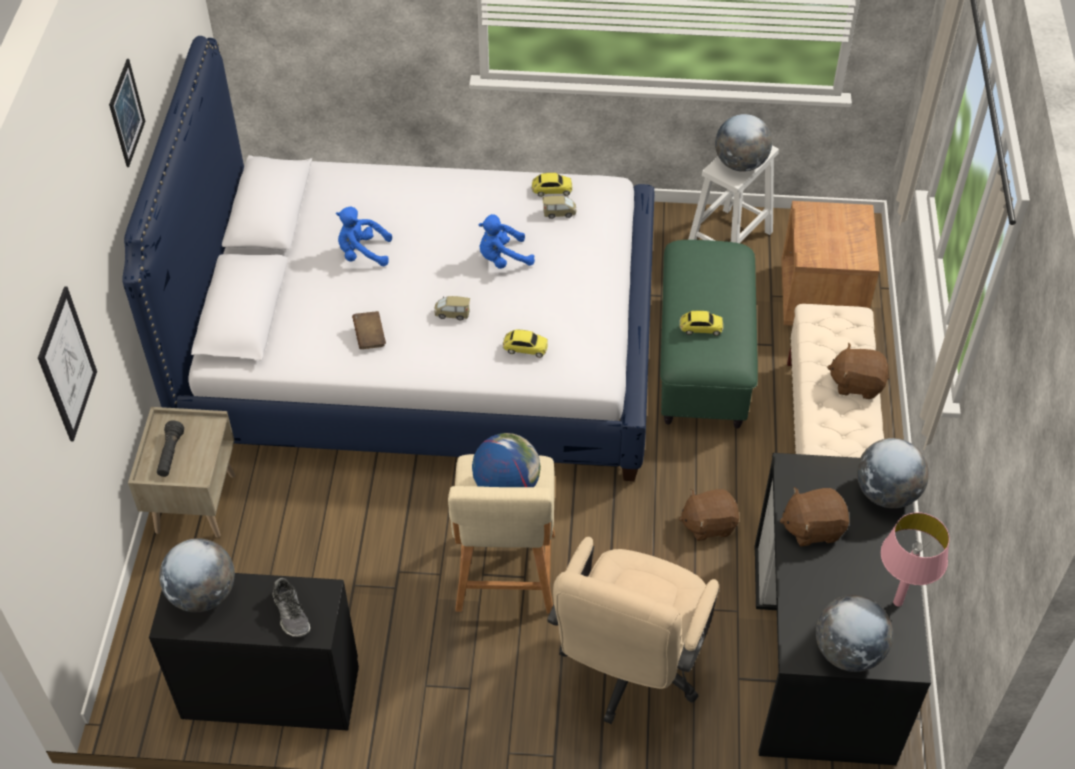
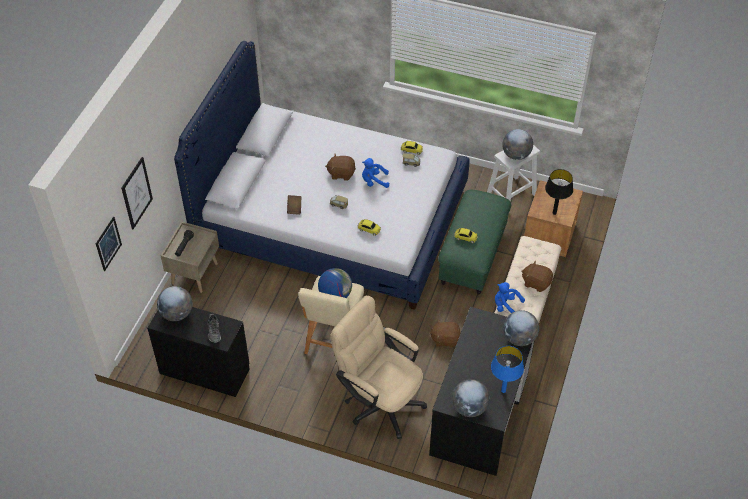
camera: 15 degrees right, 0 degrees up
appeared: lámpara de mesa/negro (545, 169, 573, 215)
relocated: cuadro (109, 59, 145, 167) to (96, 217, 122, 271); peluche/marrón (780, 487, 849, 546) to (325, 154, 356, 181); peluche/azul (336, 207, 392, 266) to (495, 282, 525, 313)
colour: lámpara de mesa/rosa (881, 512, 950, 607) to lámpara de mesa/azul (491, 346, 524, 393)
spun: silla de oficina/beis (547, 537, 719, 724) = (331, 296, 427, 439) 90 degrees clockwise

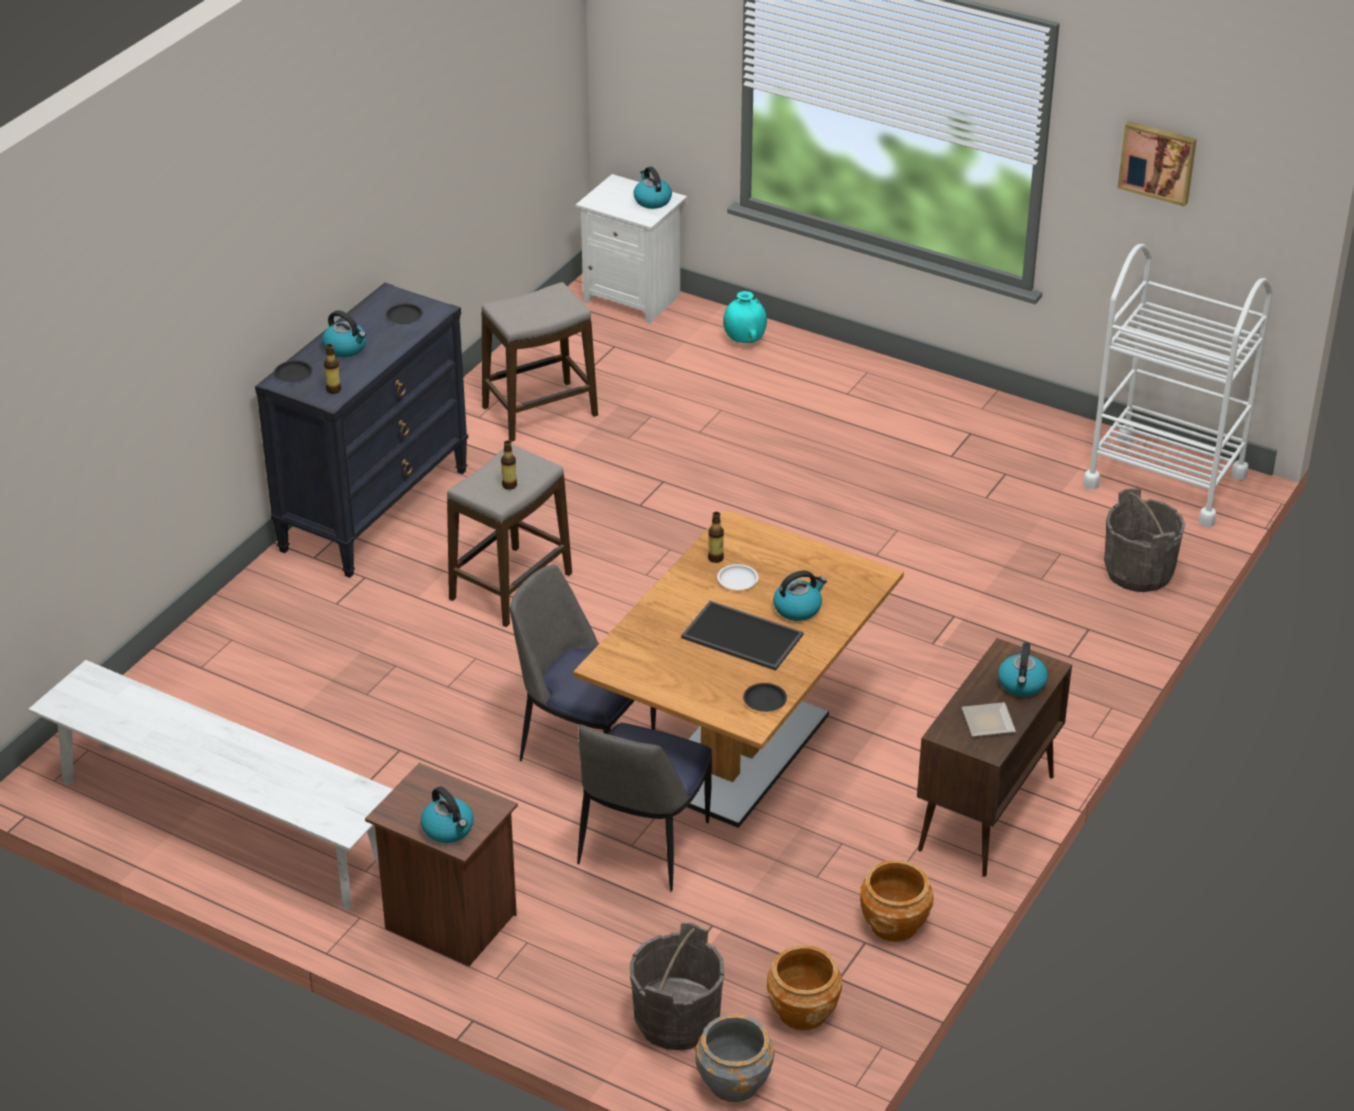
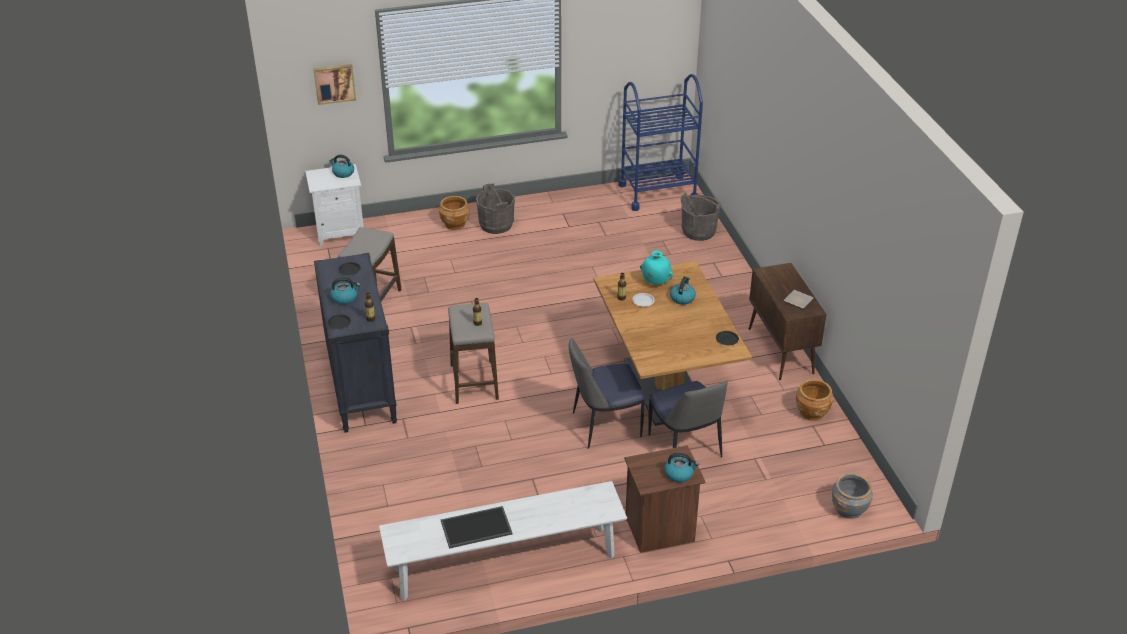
camera: 45 degrees left, 0 degrees up
missing: hervidor (998, 642, 1048, 696)
relocated: cuadro (1118, 121, 1197, 207) to (313, 64, 356, 105); maceta/marrón (767, 945, 842, 1031) to (439, 196, 470, 230); bandeja (681, 601, 803, 671) to (441, 506, 513, 549); cubo/gris (630, 922, 724, 1050) to (476, 183, 515, 234); florero/turquesa (723, 291, 767, 343) to (640, 250, 673, 285)
colour: carrito/blanco (1083, 244, 1273, 527) to carrito/azul (618, 74, 703, 211)

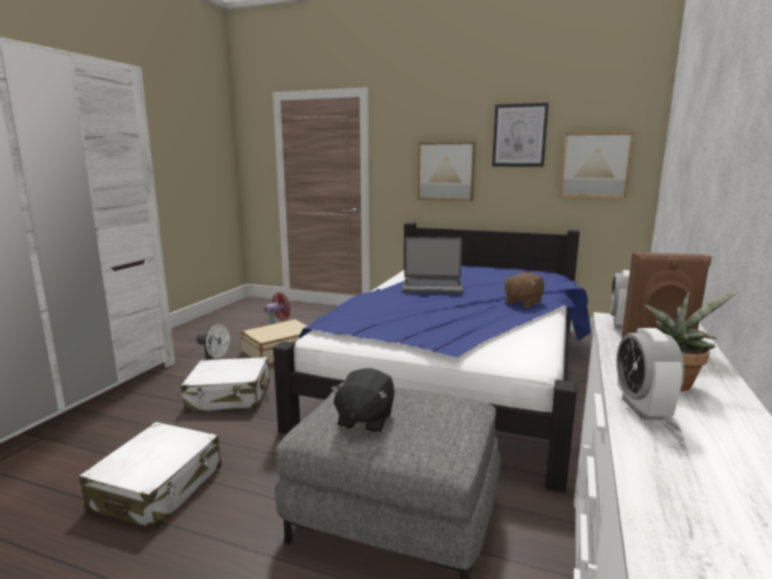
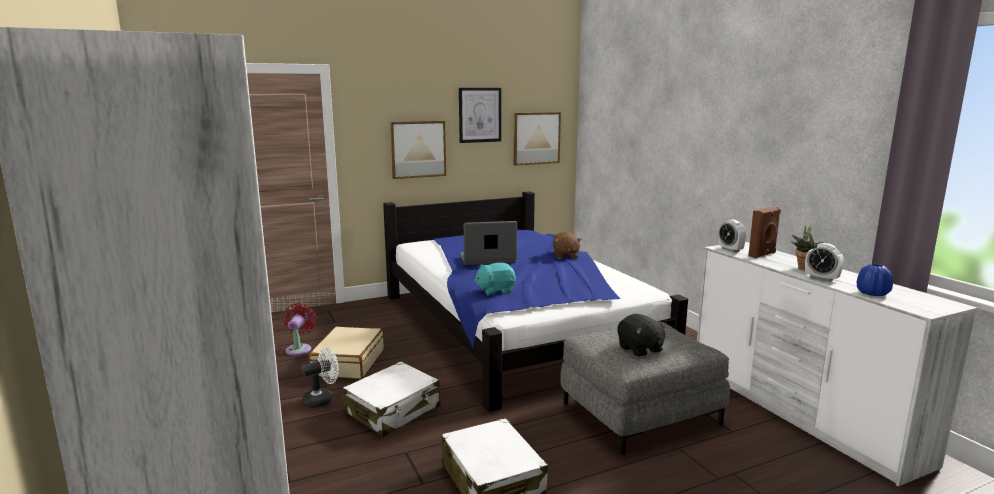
camera: 45 degrees left, 0 degrees up
appeared: peluche/turquesa (474, 263, 516, 296); florero/azul (857, 264, 893, 296)
spun: portátil (402, 237, 463, 294) = (460, 221, 517, 265) 150 degrees counterclockwise

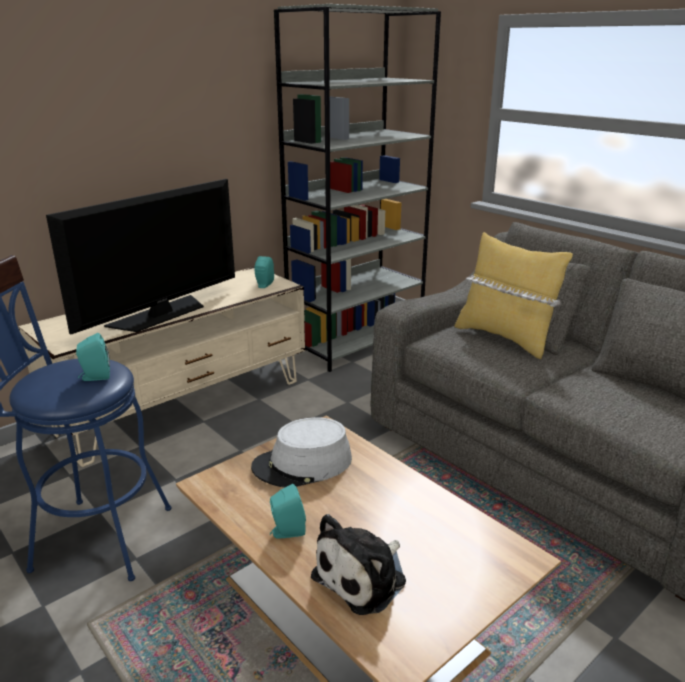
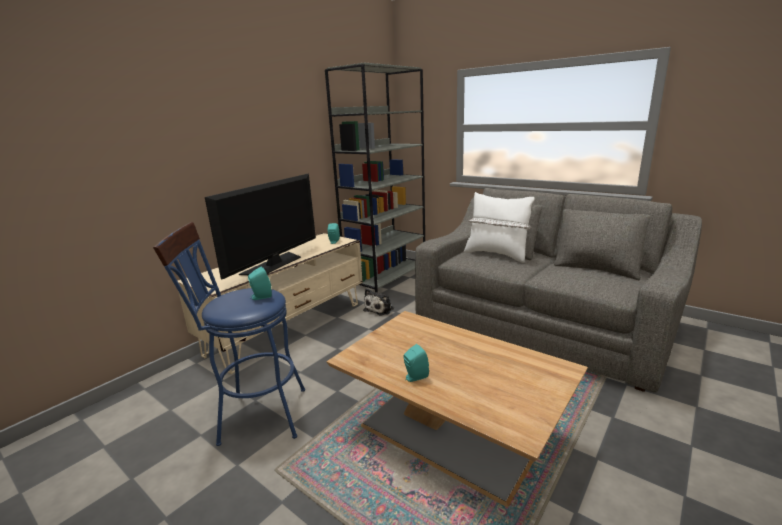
camera: 10 degrees left, 5 degrees down
missing: sombrero/gris (251, 417, 352, 487)
relocated: peluche (311, 514, 406, 615) to (363, 289, 394, 316)
colour: cojín/amarillo (454, 232, 573, 359) to cojín/blanco (464, 192, 535, 263)

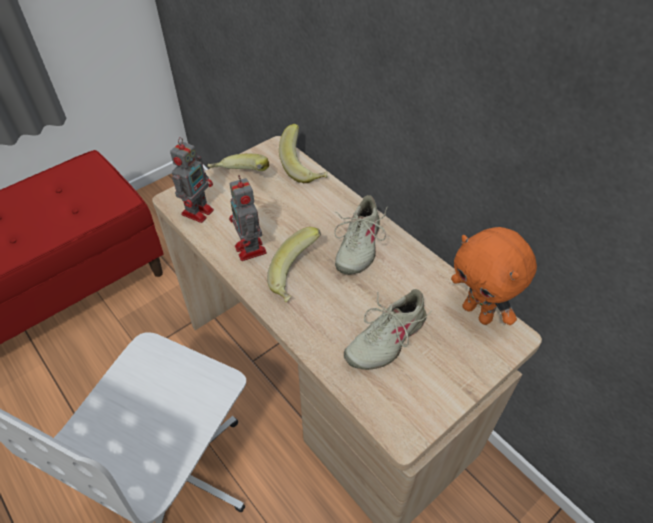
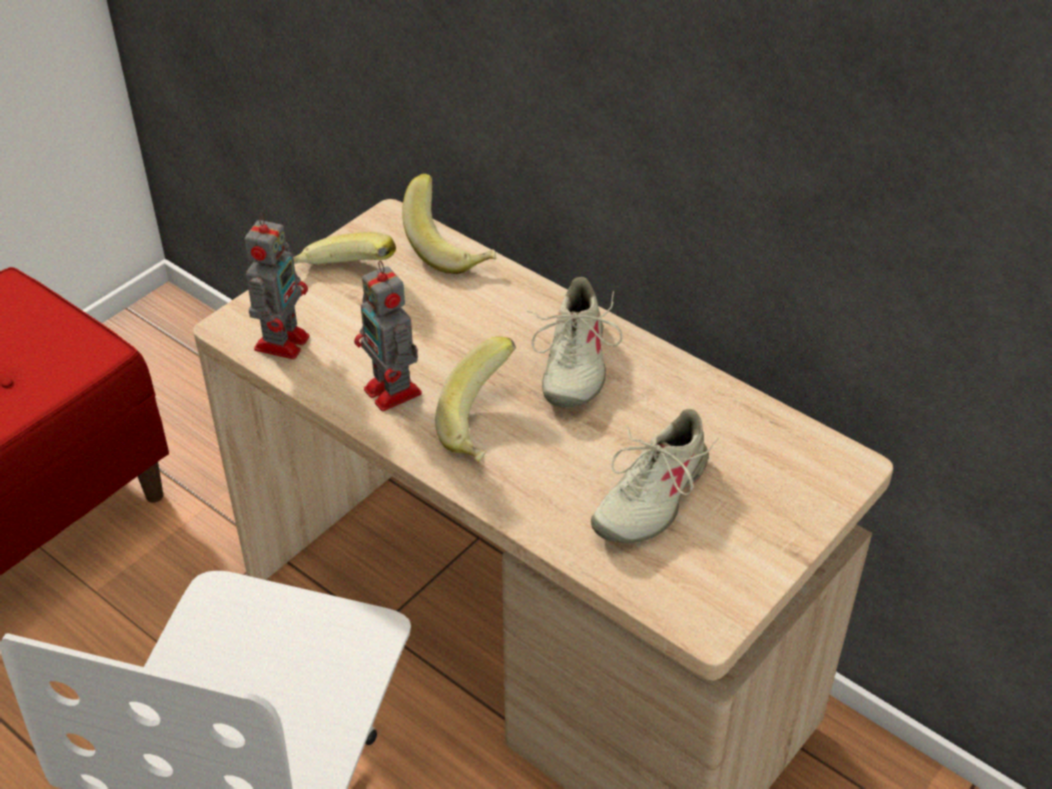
camera: 10 degrees left, 5 degrees down
missing: peluche/naranja (451, 227, 537, 325)

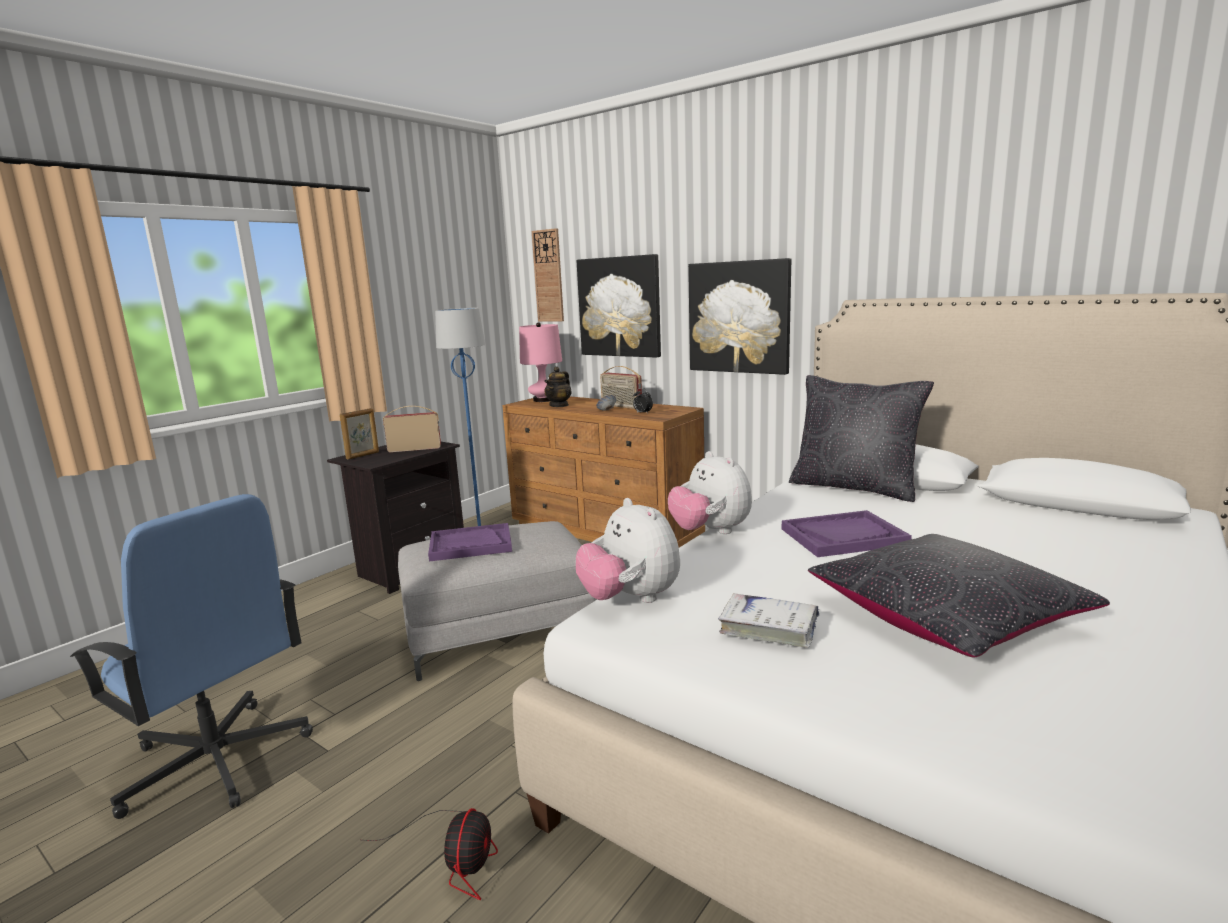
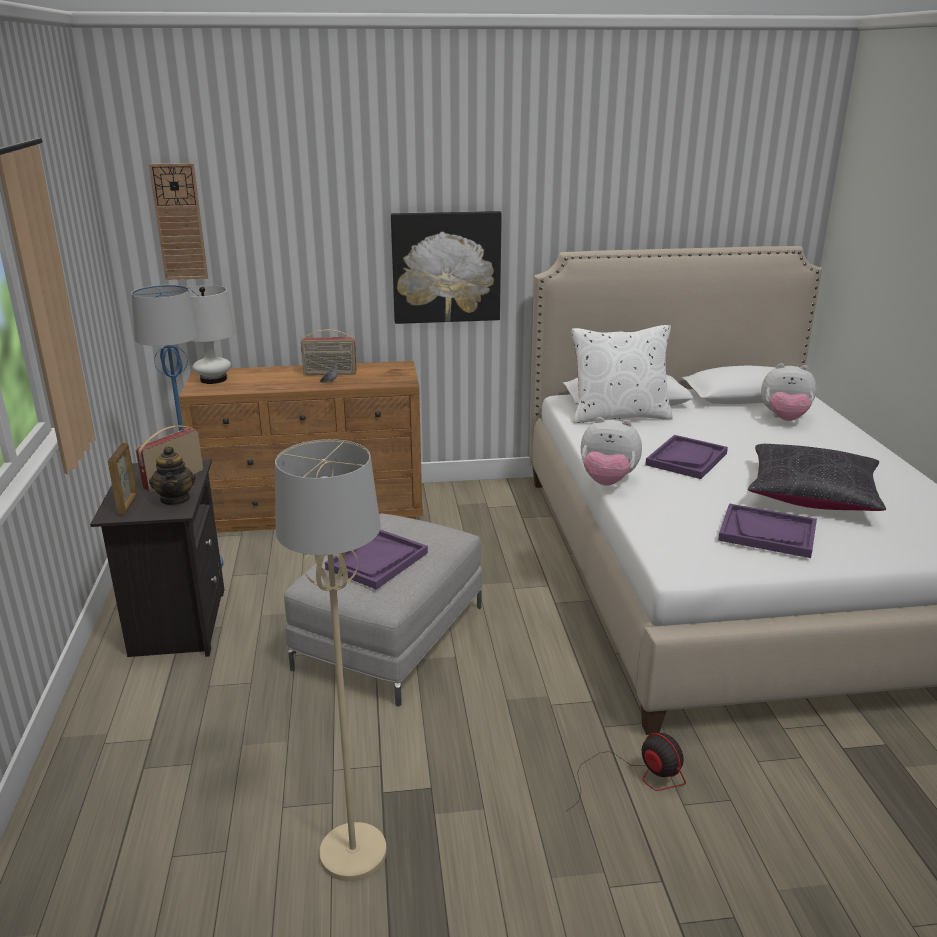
camera: 45 degrees left, 10 degrees up
missing: cuadro (577, 254, 661, 358); despertador (633, 388, 653, 414)
relocated: tetera (544, 367, 571, 407) to (149, 446, 196, 506); peluche (576, 498, 680, 603) to (761, 363, 816, 421)
exchanged: silla de oficina/azul (70, 494, 313, 819) to lámpara de pie/beis (275, 439, 387, 881); libro/blanco (718, 593, 819, 648) to bandeja/morado (718, 503, 817, 558)
colour: lámpara de mesa/rosa (519, 322, 562, 402) to lámpara de mesa/blanco (188, 285, 235, 384); cojín/negro (789, 375, 934, 502) to cojín/blanco (571, 325, 673, 423)

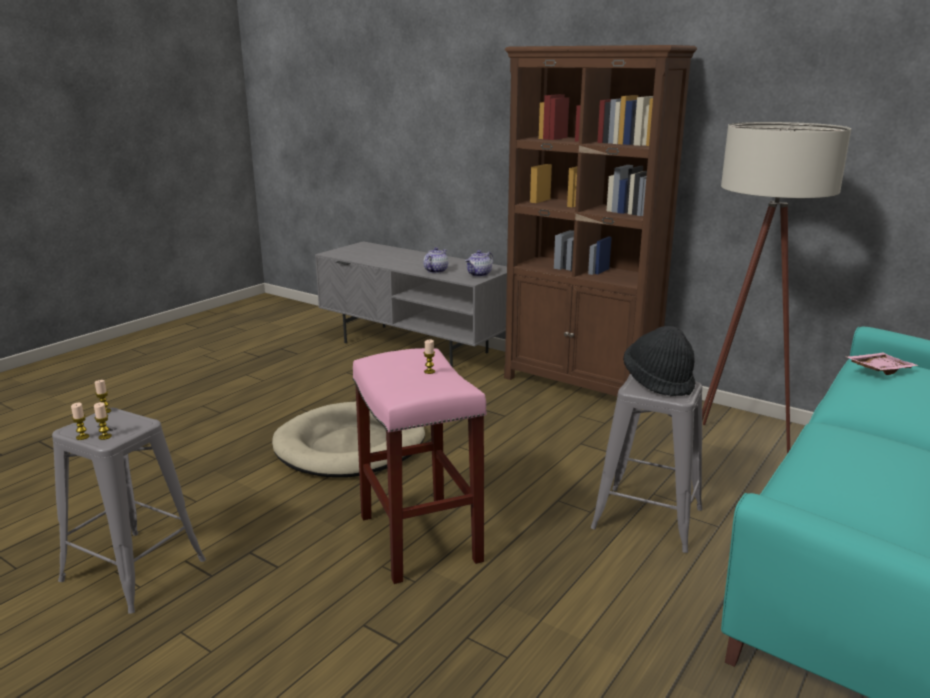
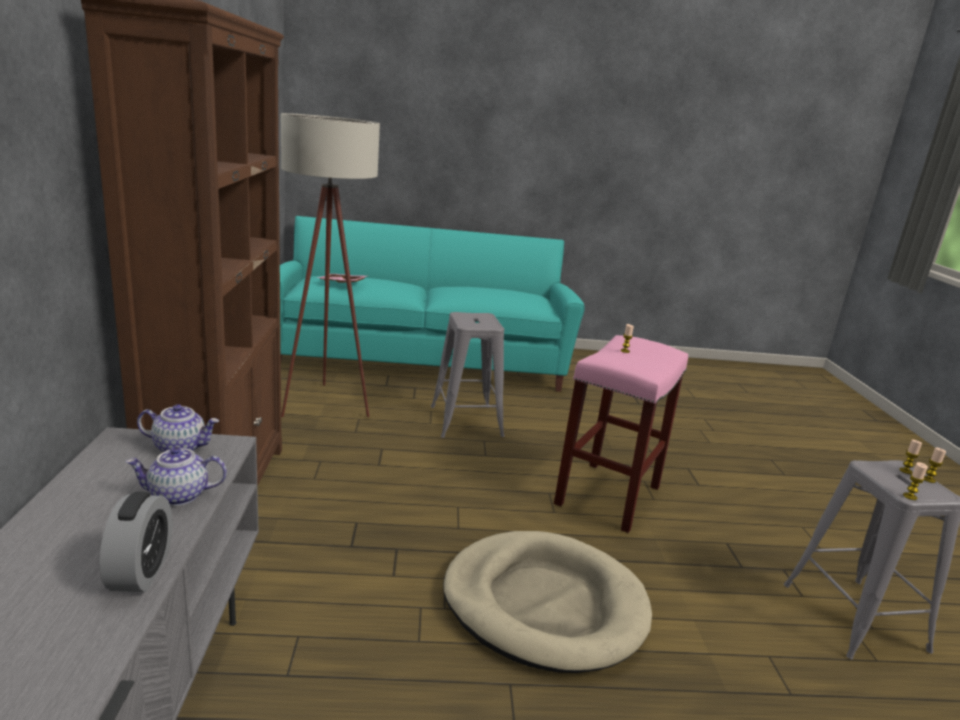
camera: 130 degrees left, 0 degrees up
missing: sombrero/negro (623, 326, 696, 397)
appeared: despertador (99, 491, 172, 592)

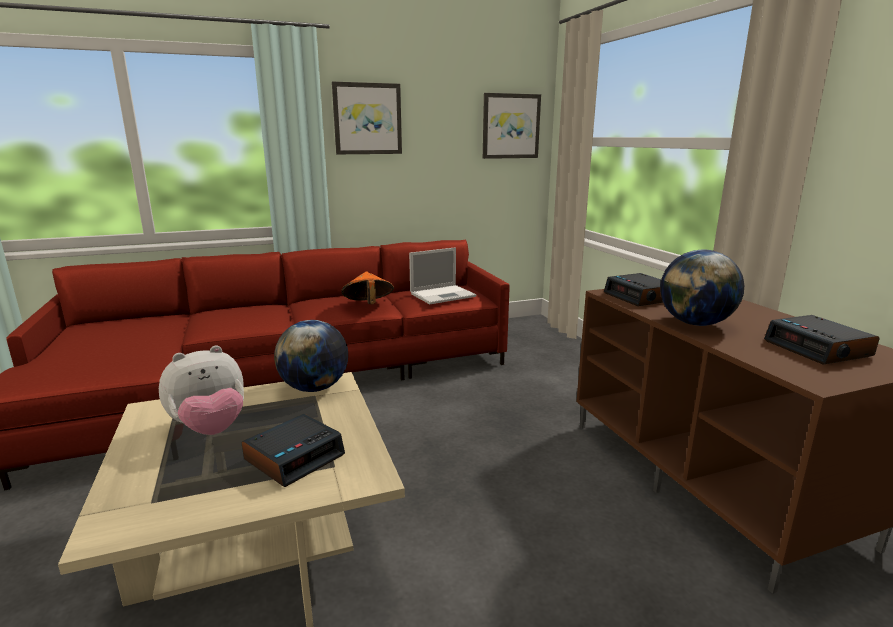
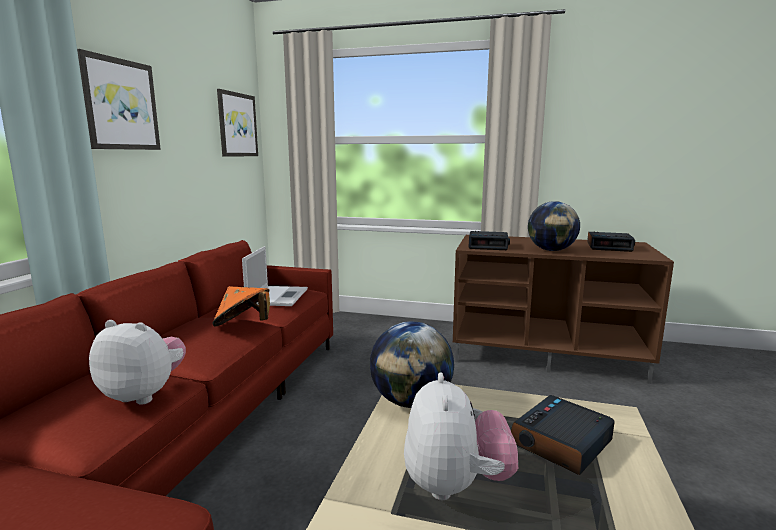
camera: 55 degrees left, 5 degrees down
appeared: peluche (89, 320, 186, 405)
spun: despertador (242, 414, 345, 487) = (511, 395, 615, 475) 120 degrees counterclockwise

